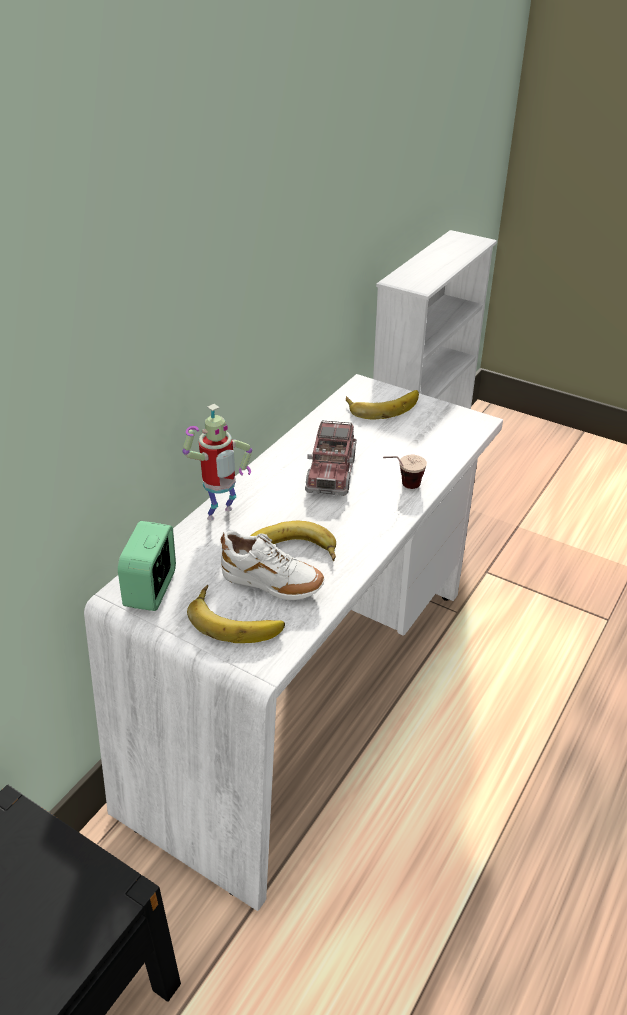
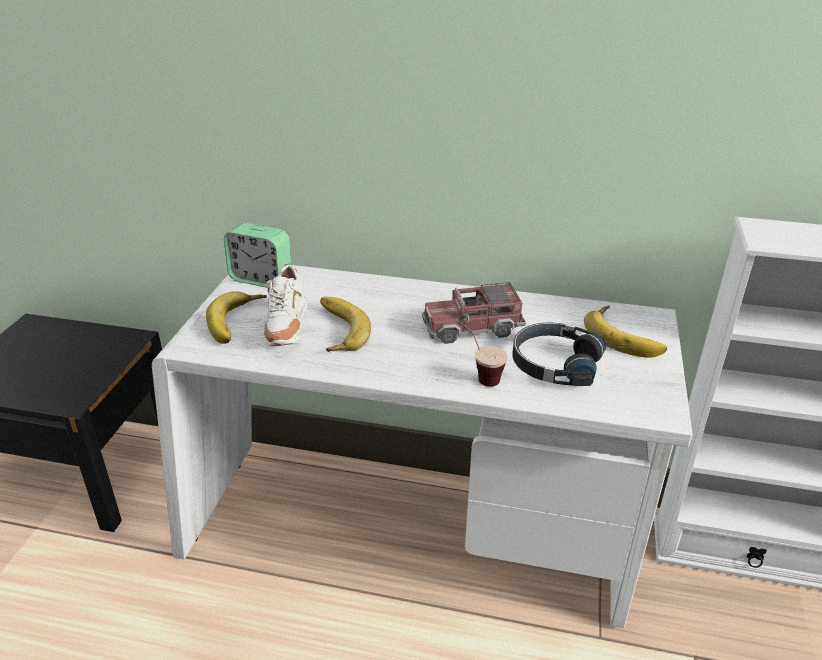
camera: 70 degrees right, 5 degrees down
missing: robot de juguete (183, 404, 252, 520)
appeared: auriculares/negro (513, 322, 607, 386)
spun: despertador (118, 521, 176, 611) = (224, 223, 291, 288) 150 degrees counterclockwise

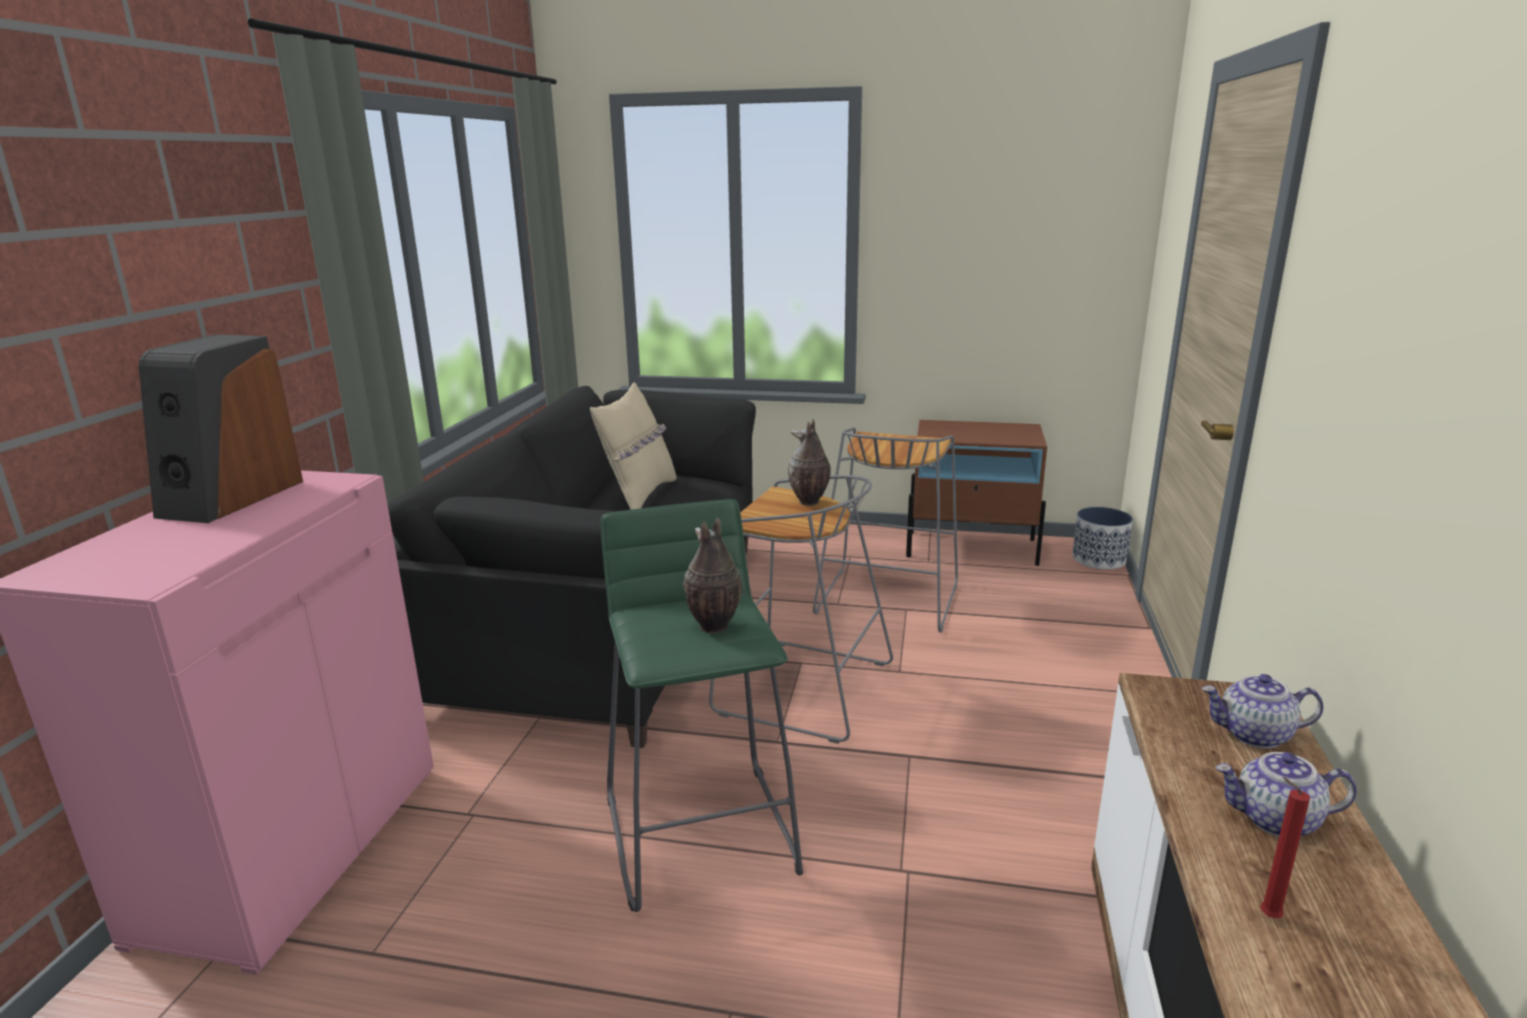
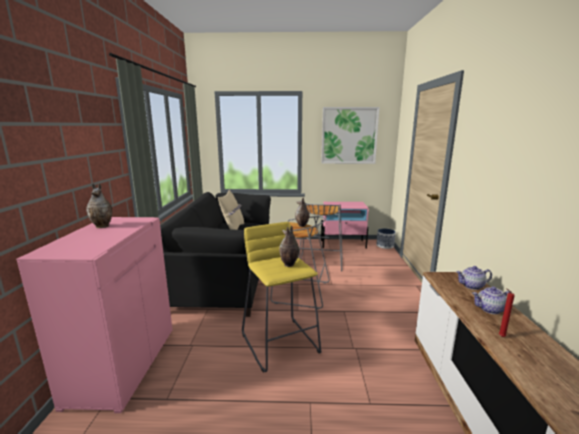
camera: 10 degrees left, 5 degrees down
appeared: cuadro (321, 107, 380, 164)
exchanged: altavoz (138, 335, 303, 523) to florero (86, 184, 112, 228)
colour: taburete/verde (600, 499, 803, 912) to taburete/amarillo (242, 222, 321, 373); mesita de noche/marrón (906, 420, 1047, 566) to mesita de noche/rosa (321, 202, 369, 249)

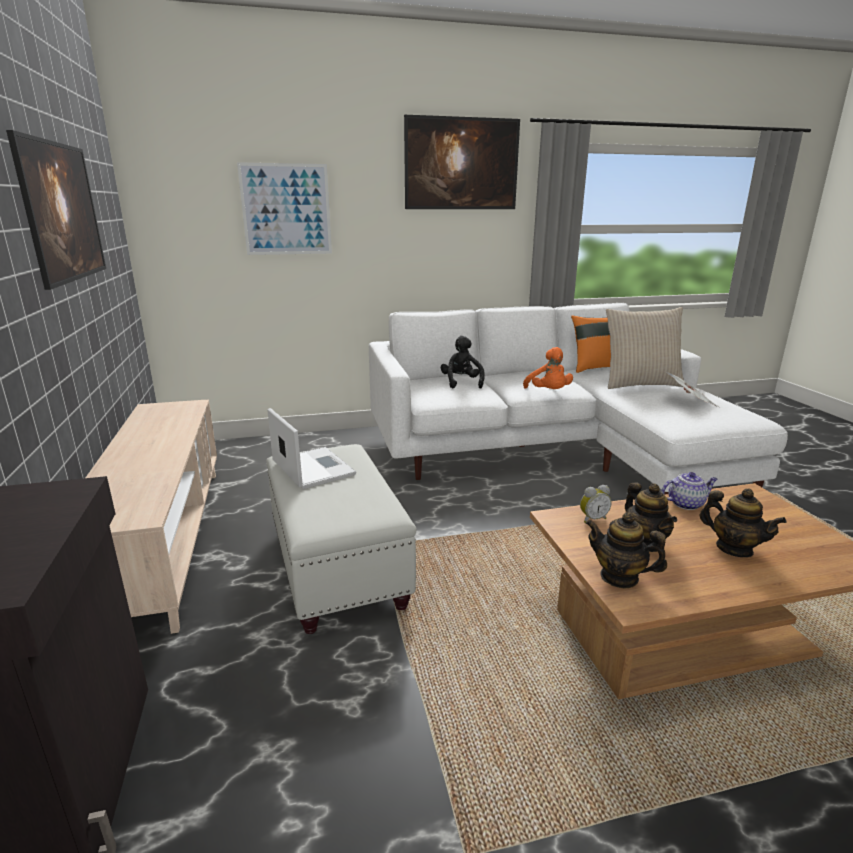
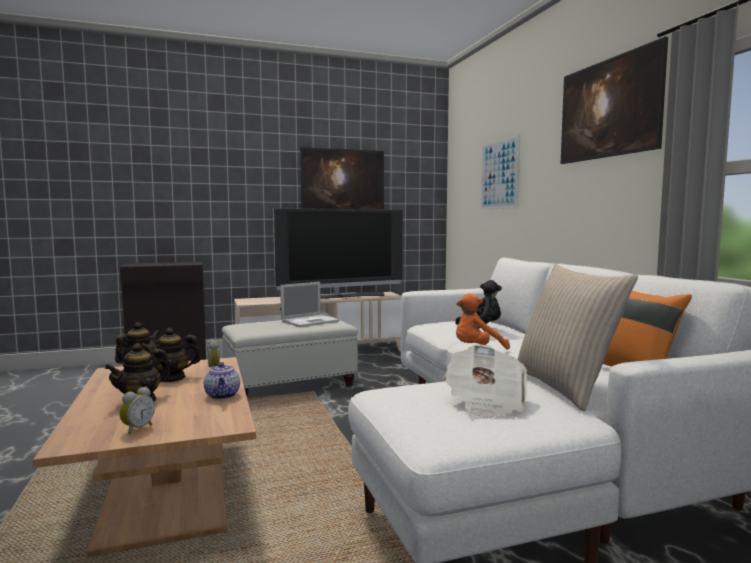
camera: 85 degrees right, 15 degrees down
appeared: despertador (120, 387, 155, 434); televisor (273, 208, 403, 299)

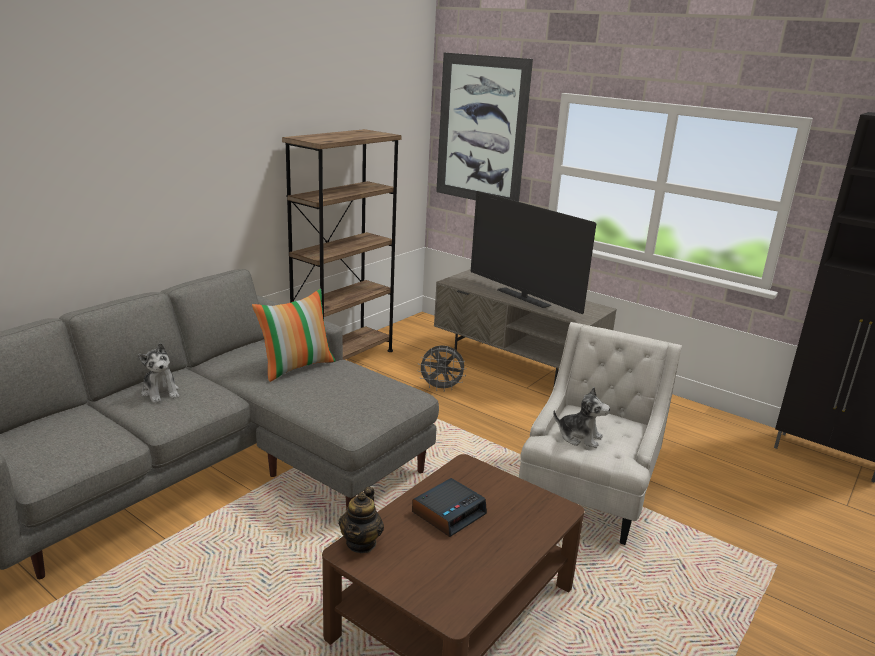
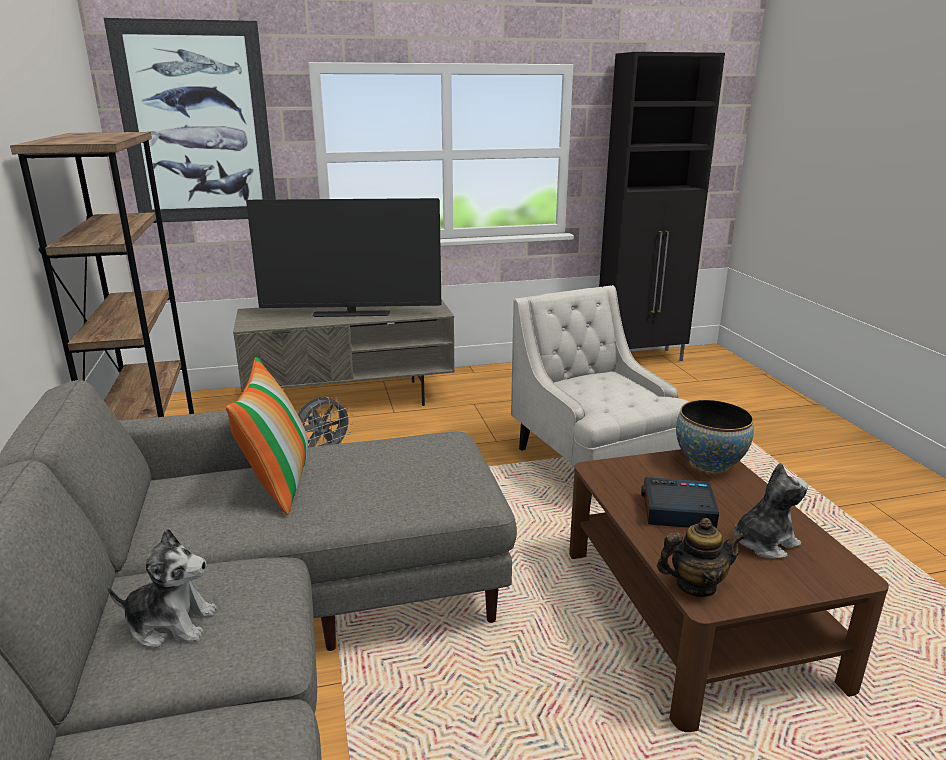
camera: 50 degrees left, 0 degrees up
appeared: cuenco (676, 400, 754, 473)
relocated: peluche (553, 387, 610, 448) to (734, 463, 808, 559)
spun: despertador (412, 478, 487, 537) = (641, 477, 719, 528) 75 degrees counterclockwise; tetera (339, 487, 384, 553) = (657, 518, 745, 597) 60 degrees counterclockwise

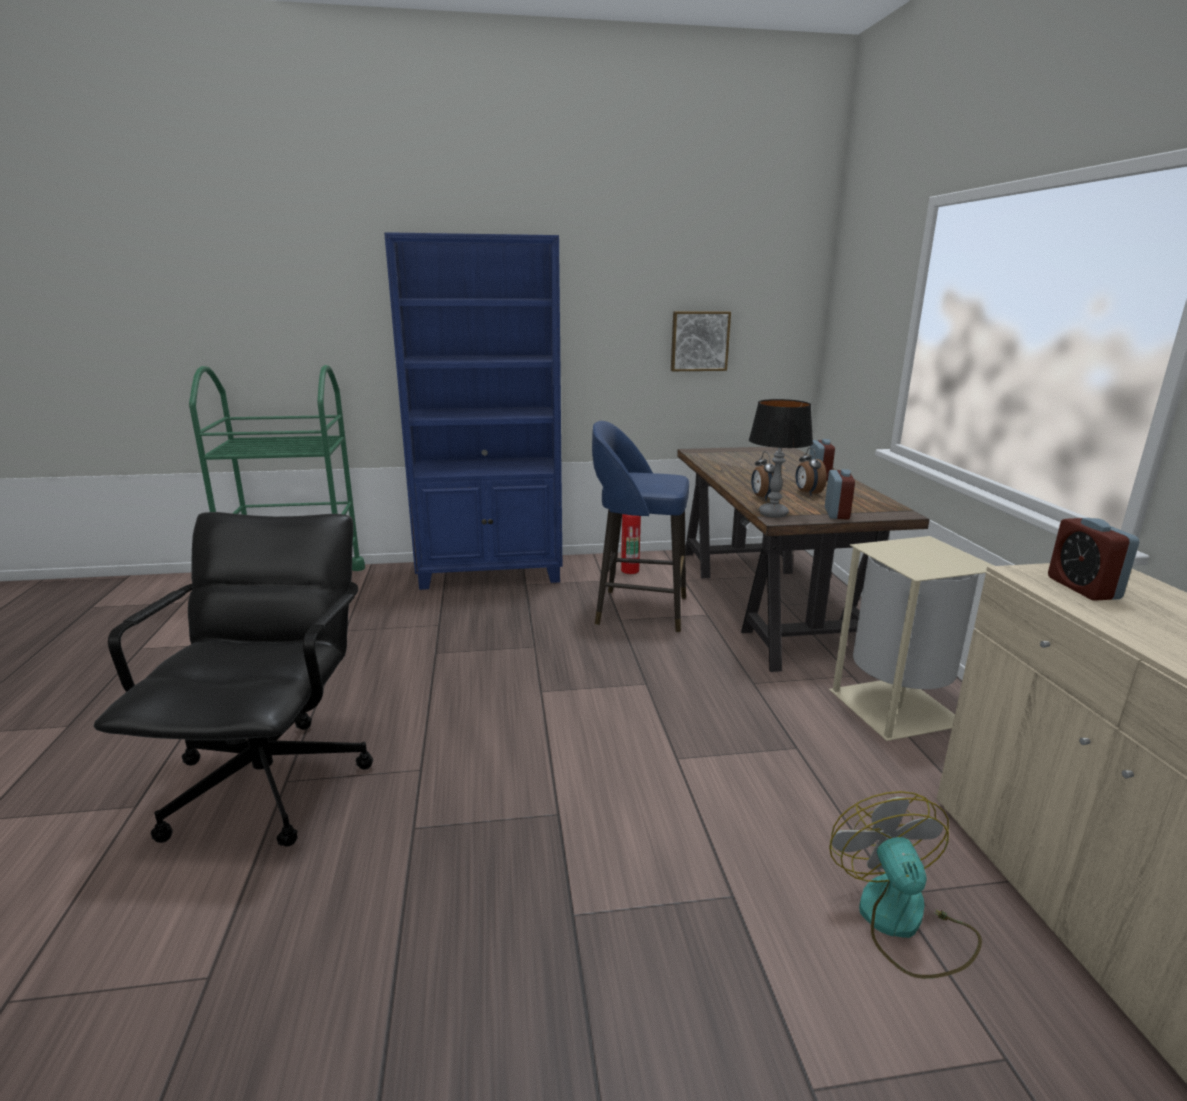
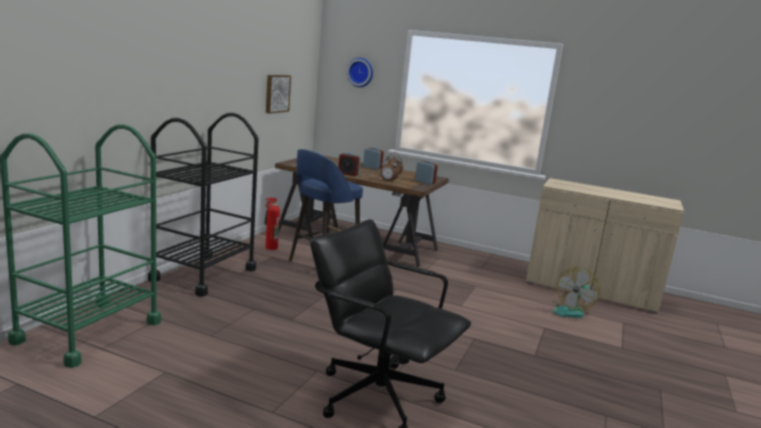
camera: 60 degrees left, 5 degrees down
missing: lámpara de mesa (749, 399, 813, 518); papelera/beis (829, 536, 994, 741)
appeared: reloj de pared (347, 58, 373, 87)
relocated: despertador (1048, 518, 1139, 600) to (338, 153, 361, 176)
exchanged: estantería/azul (384, 232, 562, 590) to carrito/negro (148, 113, 259, 297)
spun: ventilador (829, 791, 982, 979) = (552, 267, 600, 318) 75 degrees counterclockwise

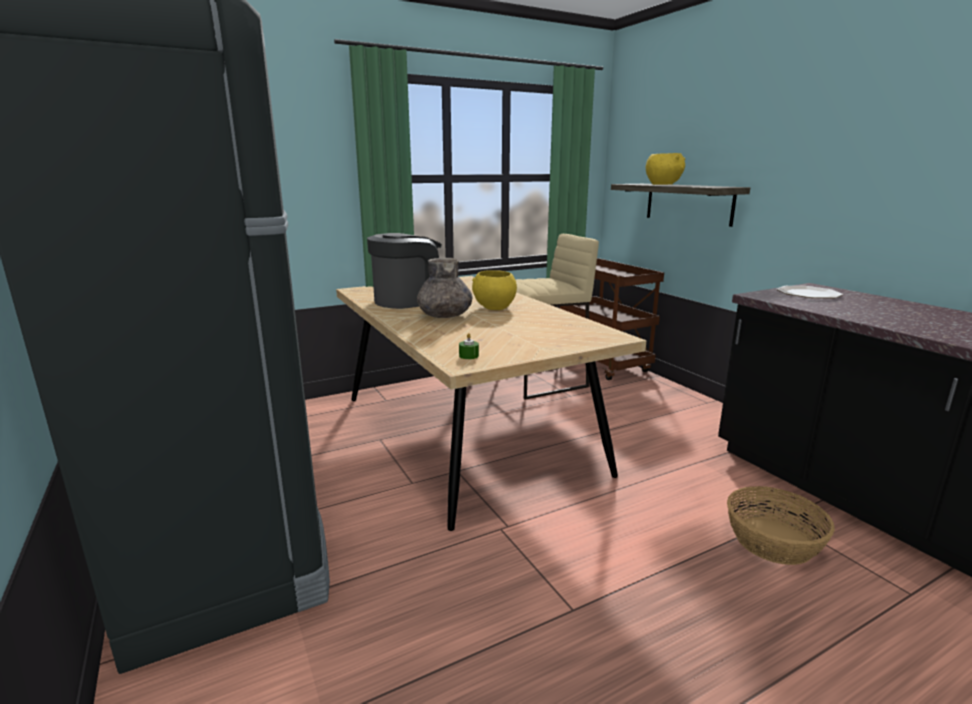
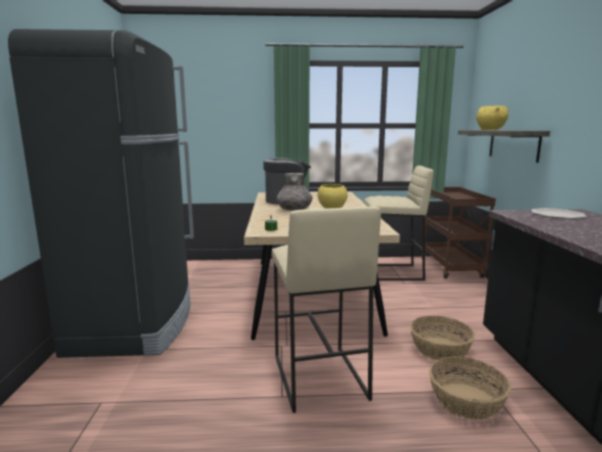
camera: 25 degrees right, 5 degrees down
appeared: taburete/beis (272, 207, 381, 413); cesta (410, 316, 475, 361)

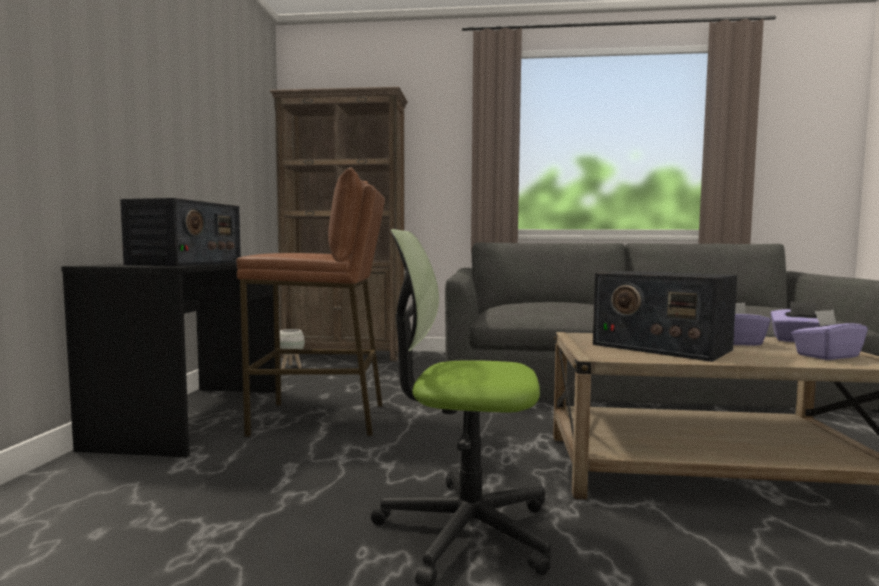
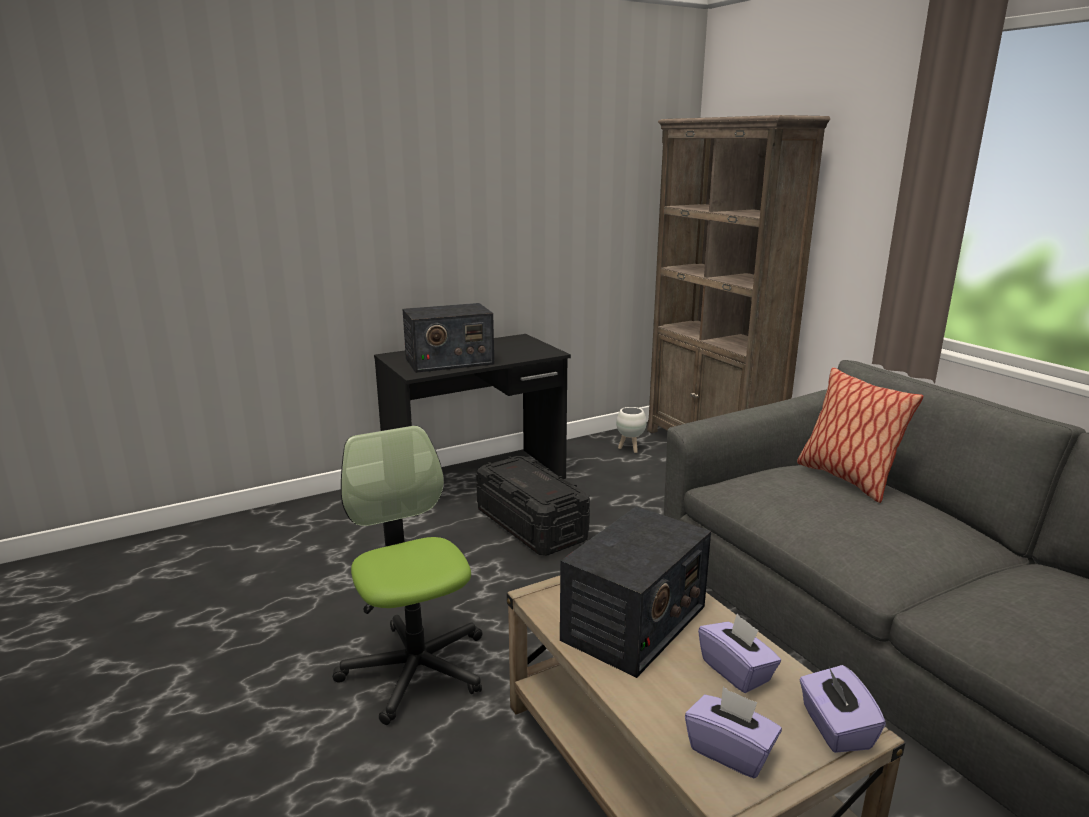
camera: 55 degrees right, 15 degrees up
appeared: cojín (797, 367, 923, 503)
exchanged: taburete/marrón (236, 167, 385, 437) to caja de almacenaje/negro (476, 456, 590, 555)
spun: radio (593, 271, 737, 362) = (560, 506, 711, 678) 150 degrees counterclockwise

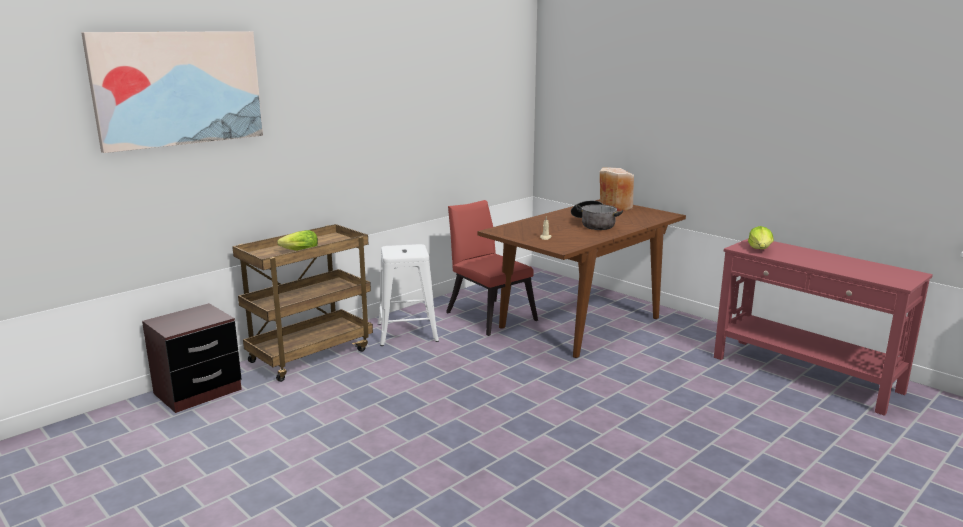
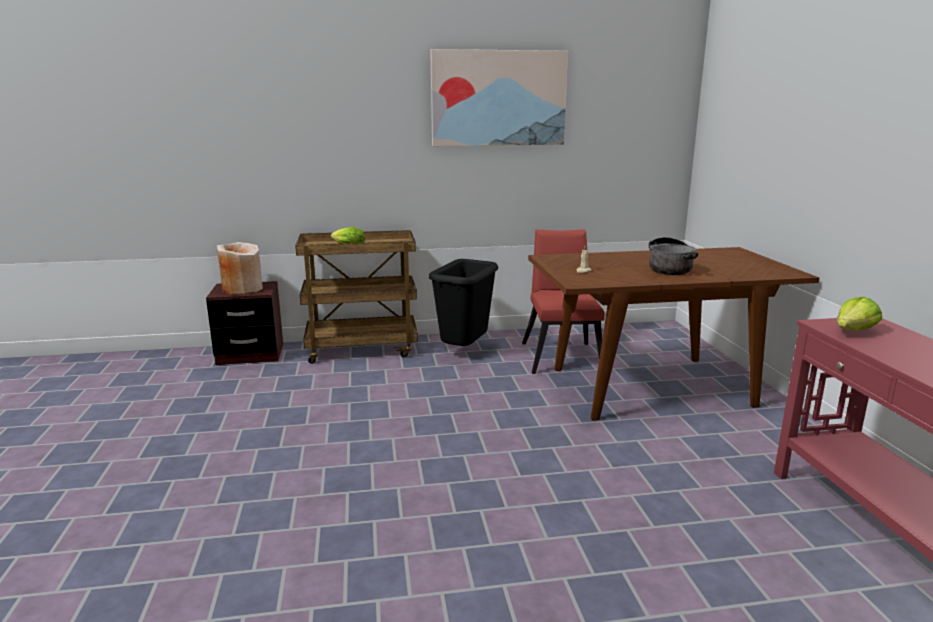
camera: 35 degrees right, 0 degrees up
relocated: florero/beis (600, 168, 634, 211) to (217, 242, 263, 295); cuadro (81, 31, 263, 153) to (430, 49, 568, 146)
exchanged: taburete/blanco (378, 244, 439, 346) to papelera/negro (429, 259, 498, 346)

